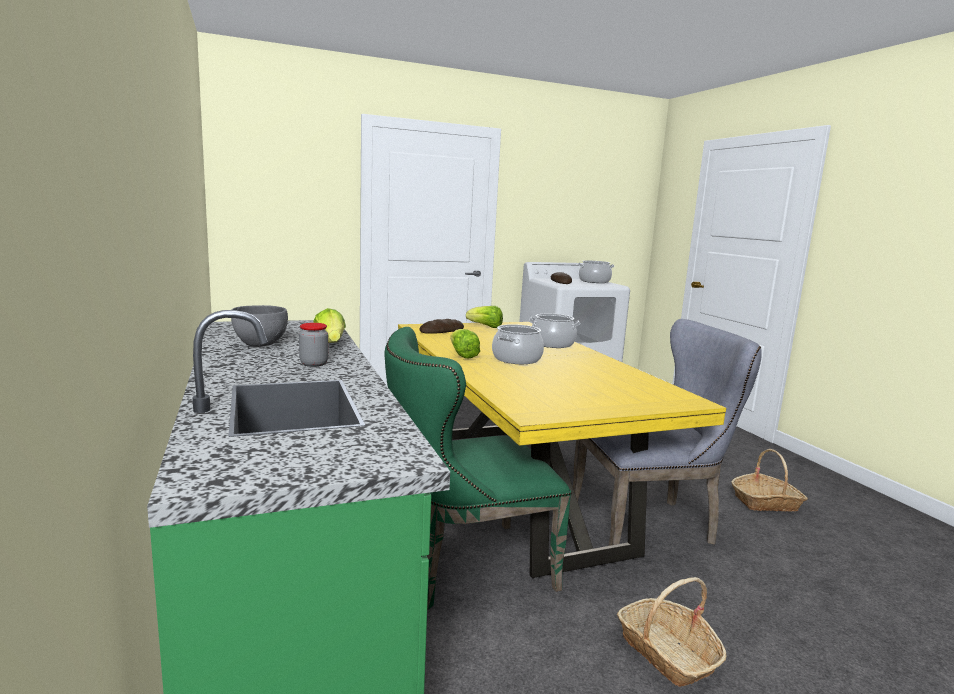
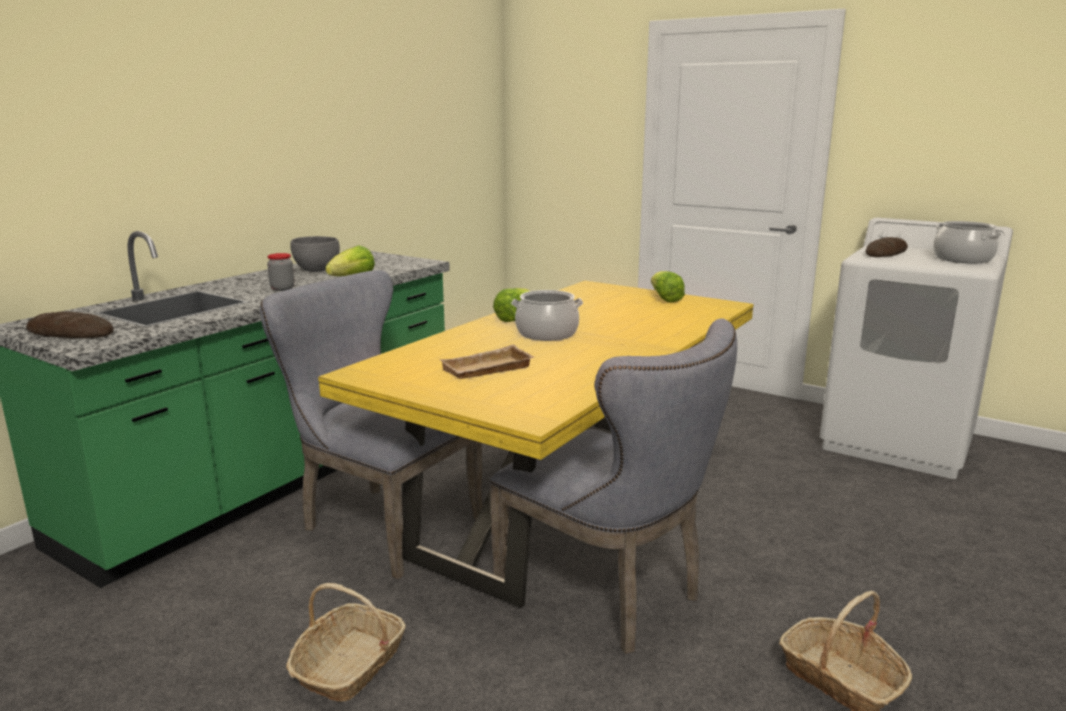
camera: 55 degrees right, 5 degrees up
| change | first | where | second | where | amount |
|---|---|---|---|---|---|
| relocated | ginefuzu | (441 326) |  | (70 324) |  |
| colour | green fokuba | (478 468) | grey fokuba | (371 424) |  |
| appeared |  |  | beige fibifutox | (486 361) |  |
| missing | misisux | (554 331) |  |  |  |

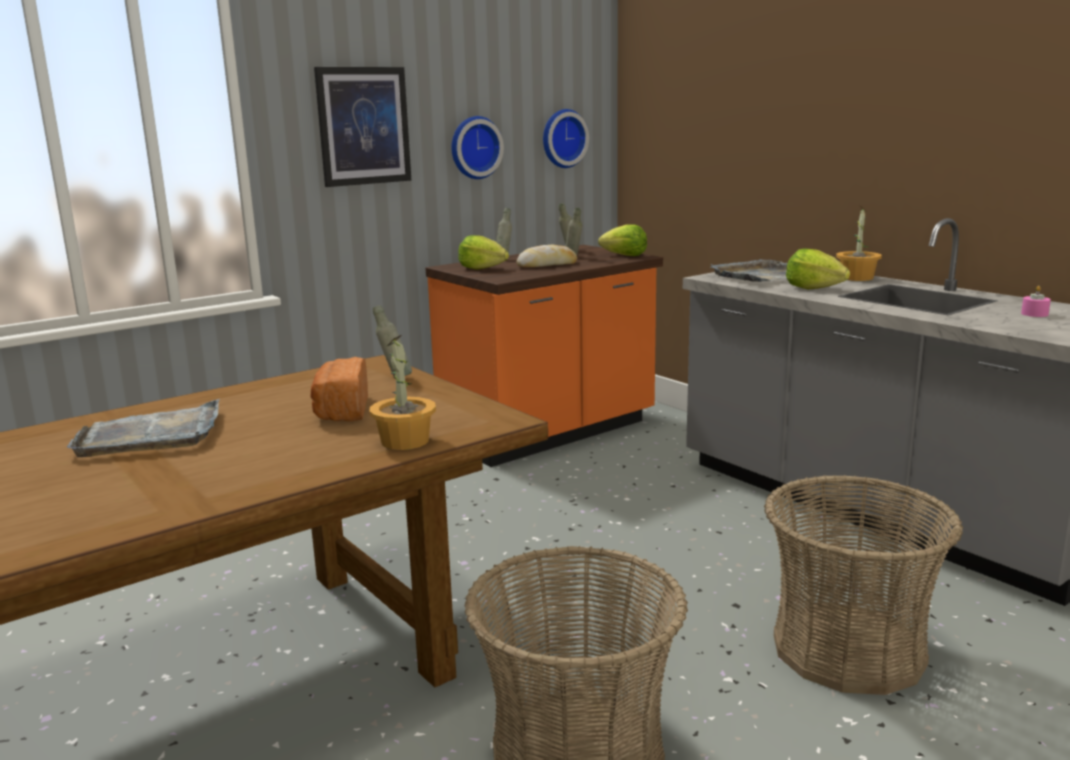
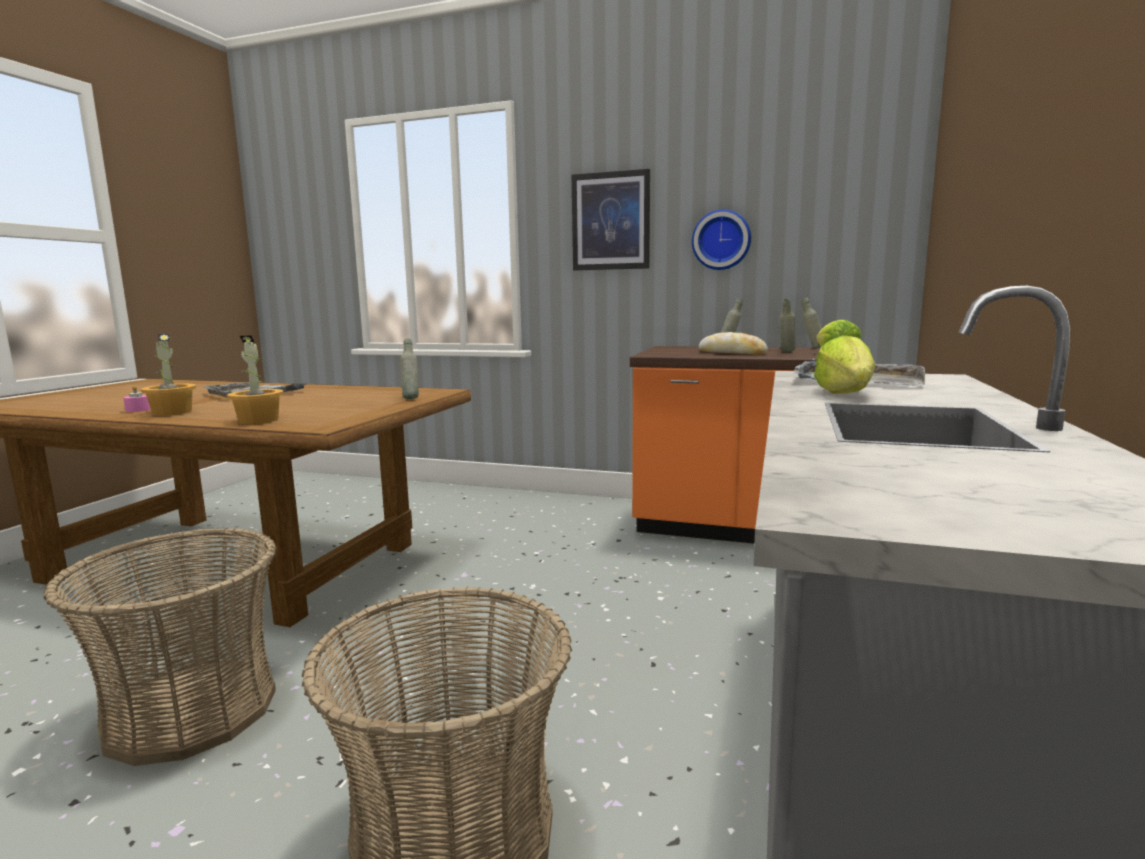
camera: 55 degrees right, 5 degrees down
| change | first | where | second | where | amount |
|---|---|---|---|---|---|
| relocated | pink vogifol | (1036 301) |  | (136 398) |  |
| relocated | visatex | (859 243) |  | (168 375) |  |
| missing | ginefuzu | (339 389) |  |  |  |
| missing | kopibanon | (483 252) |  |  |  |
| missing | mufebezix | (566 138) |  |  |  |

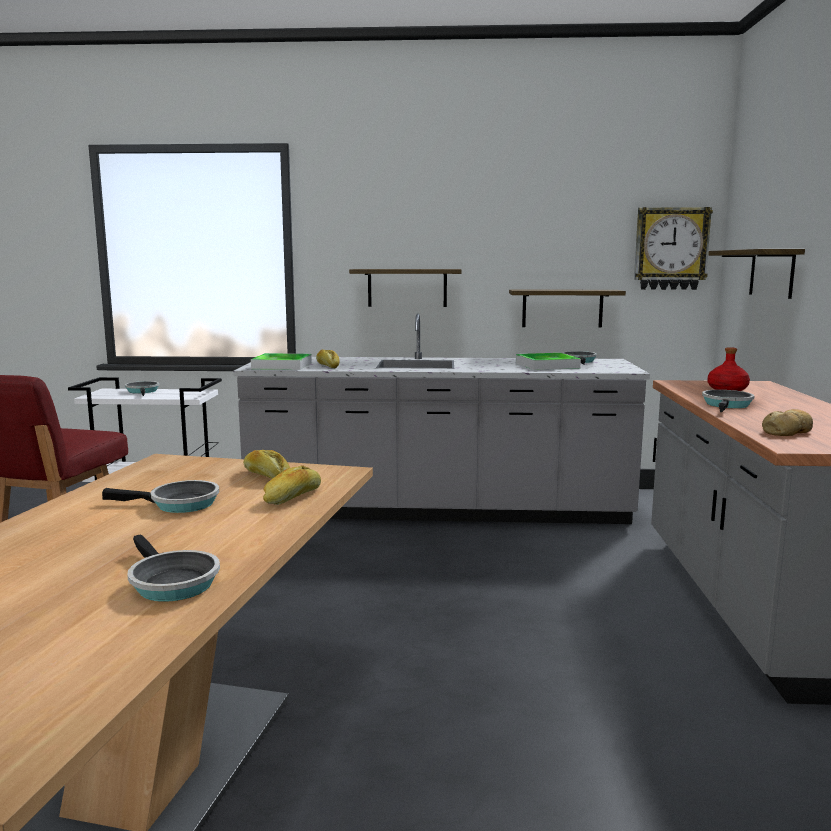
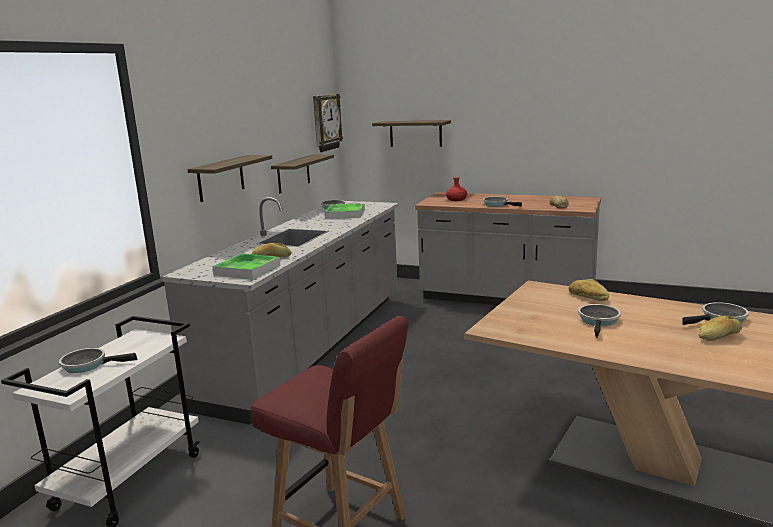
camera: 70 degrees left, 5 degrees up
| change | first | where | second | where | amount |
|---|---|---|---|---|---|
| relocated | ginefuzu | (266 464) |  | (720 328) |  |

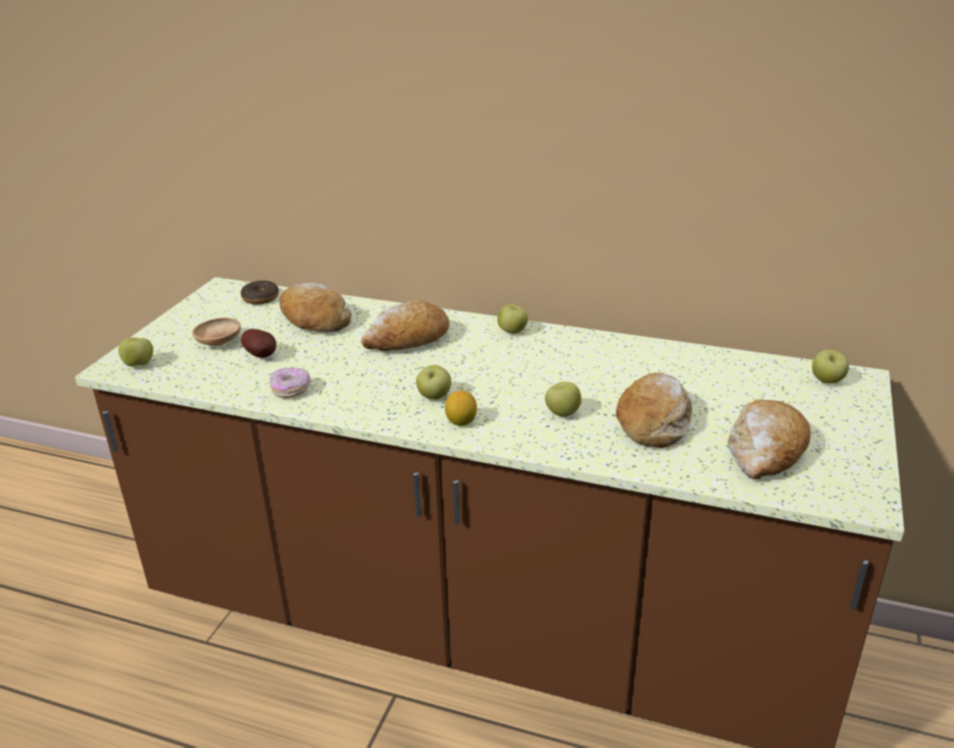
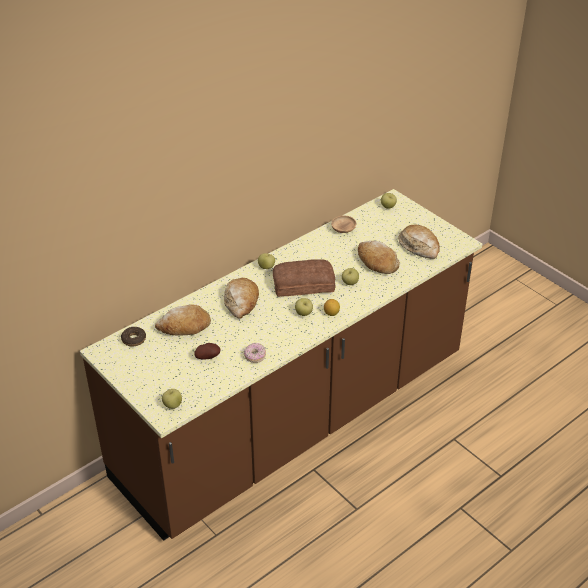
camera: 60 degrees left, 10 degrees up
| change | first | where | second | where | amount |
|---|---|---|---|---|---|
| appeared |  |  | ginefuzu | (304 278) |  |
| relocated | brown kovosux | (216 332) |  | (343 224) |  |

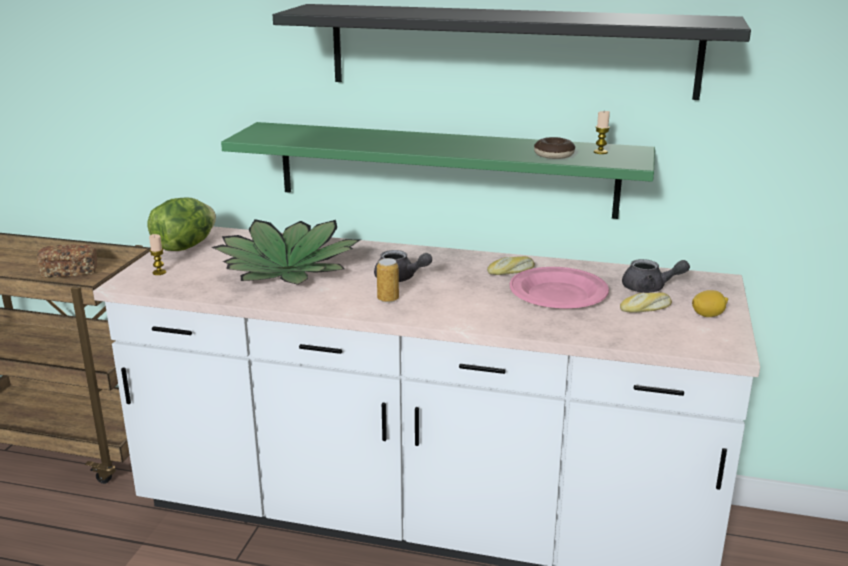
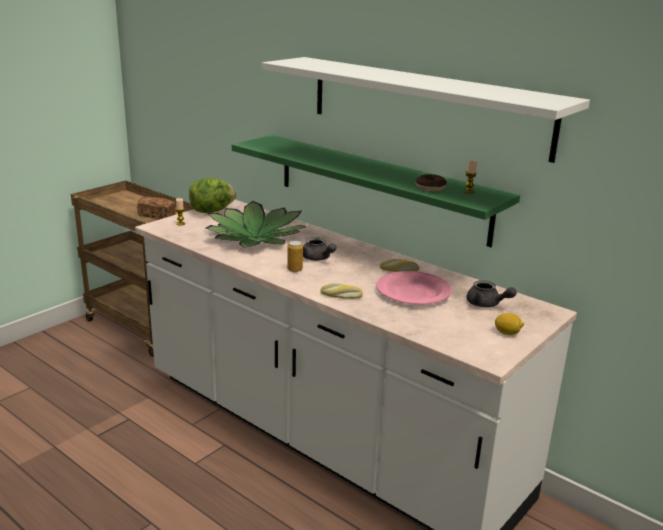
camera: 25 degrees right, 0 degrees up
| change | first | where | second | where | amount |
|---|---|---|---|---|---|
| colour | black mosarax | (512 52) | white mosarax | (426 110) |  |
| relocated | ginefuzu | (646 302) |  | (341 291) |  |

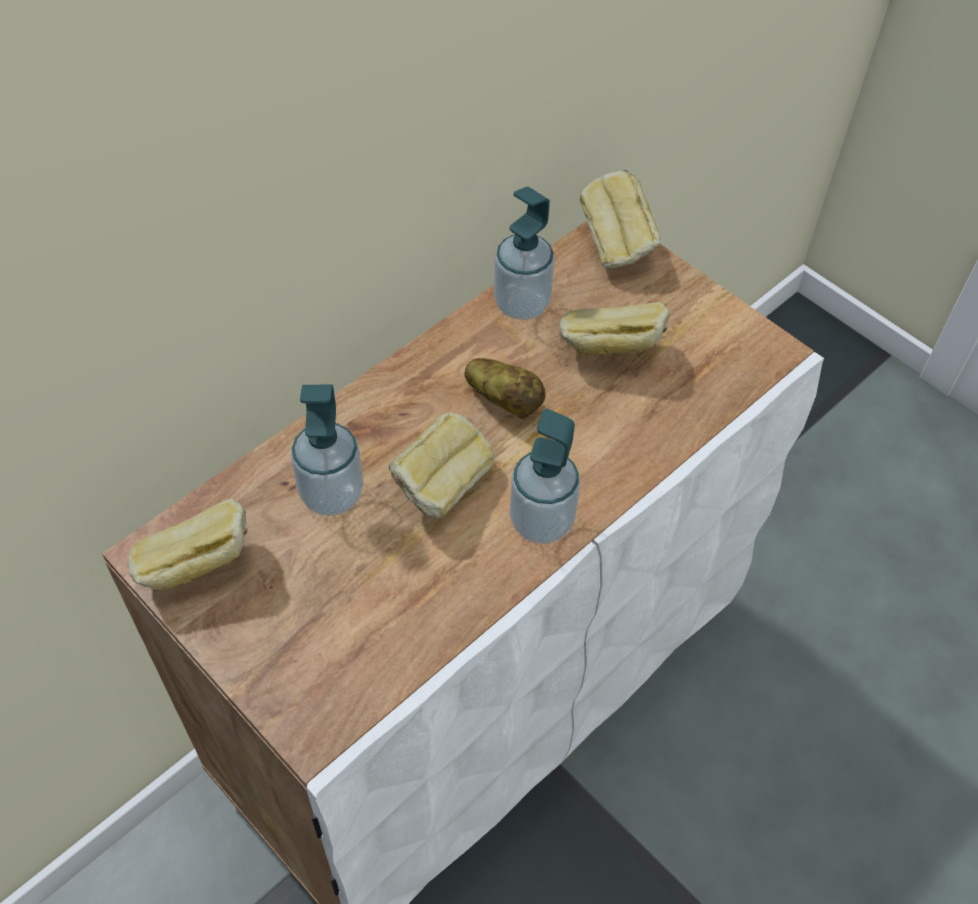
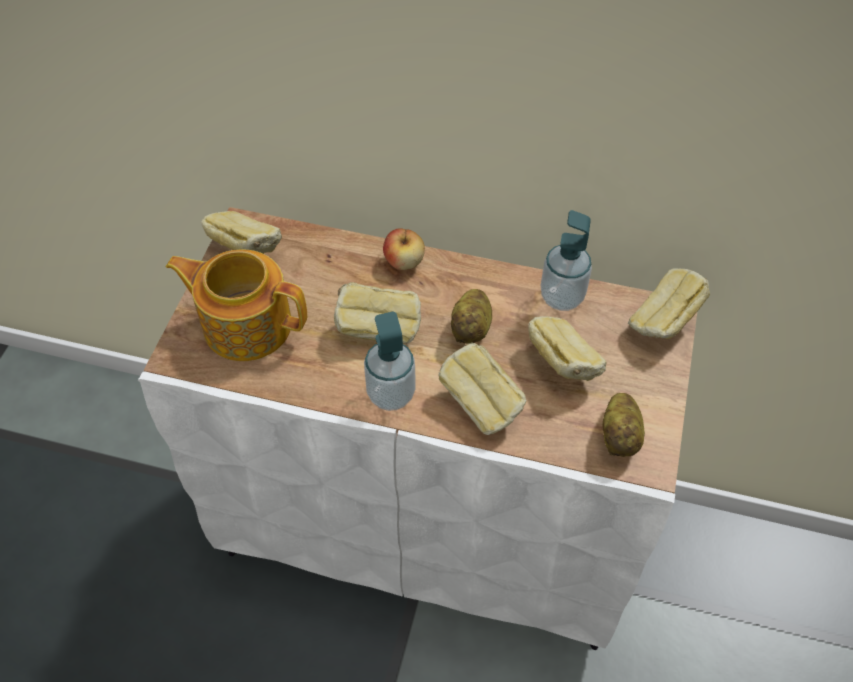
camera: 60 degrees right, 0 degrees up
| change | first | where | second | where | amount |
|---|---|---|---|---|---|
| appeared |  |  | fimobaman | (236 305) |  |
| appeared |  |  | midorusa | (404 249) |  |
| appeared |  |  | ginefuzu | (482 389) |  |
| appeared |  |  | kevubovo | (624 425) |  |
| missing | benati | (327 450) |  |  |  |

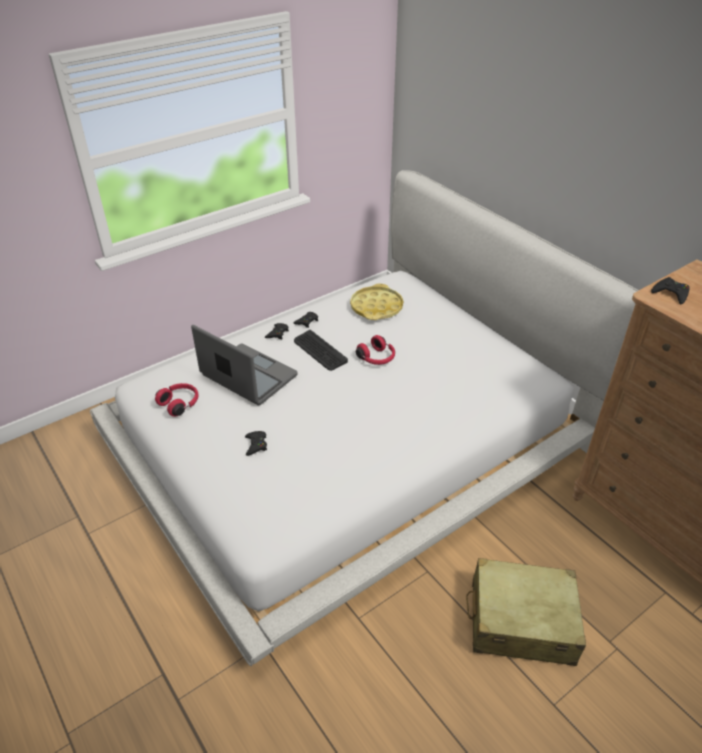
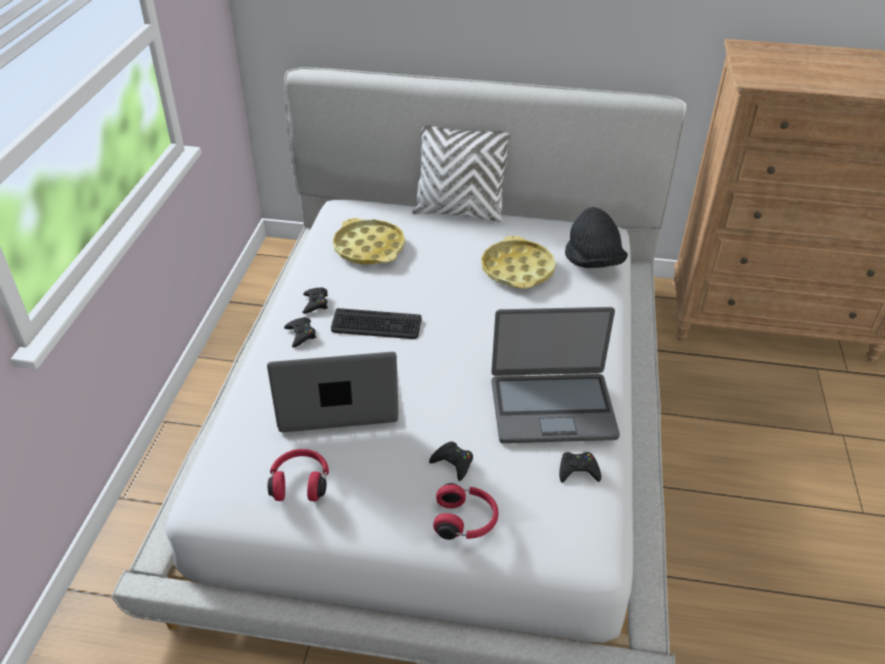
camera: 45 degrees left, 0 degrees up
| change | first | where | second | where | amount |
|---|---|---|---|---|---|
| appeared |  |  | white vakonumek | (461 174) |  |
| relocated | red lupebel | (375 350) |  | (465 511) |  |
| appeared |  |  | yellow fibifutox | (518 262) |  |
| appeared |  |  | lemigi | (555 375) |  |
| relocated | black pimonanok | (670 291) |  | (580 467) |  |
| appeared |  |  | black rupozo | (596 237) |  |
| missing | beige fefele | (526 612) |  |  |  |

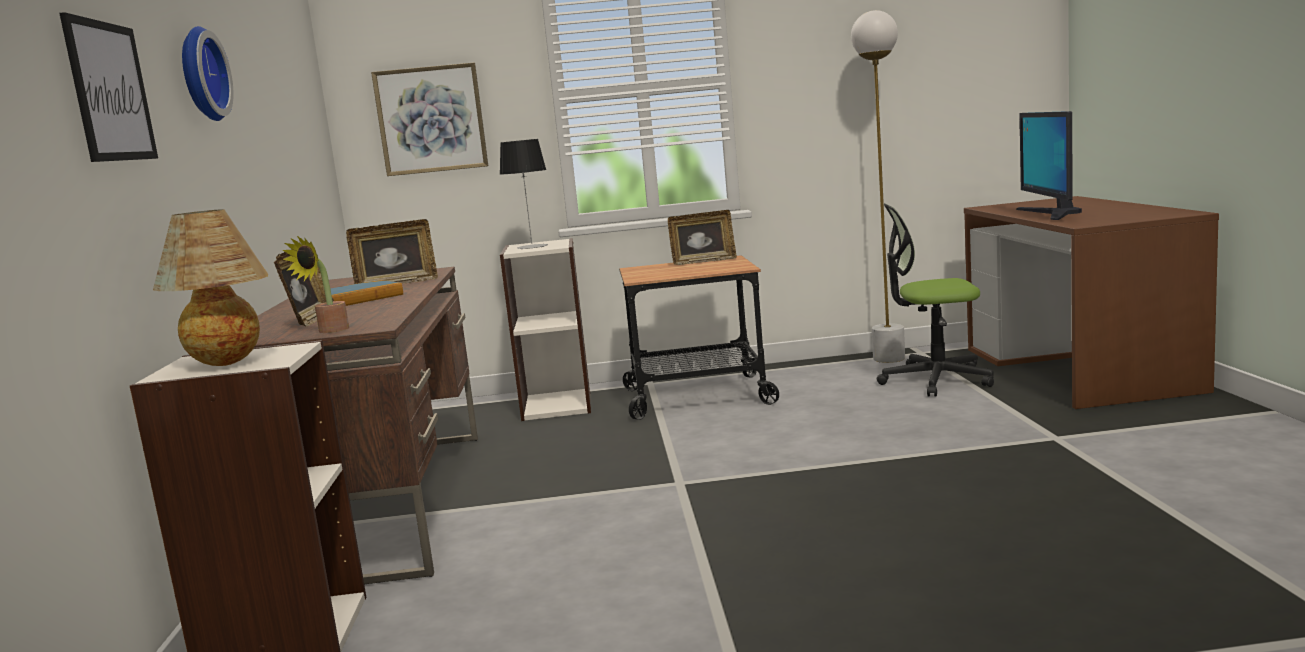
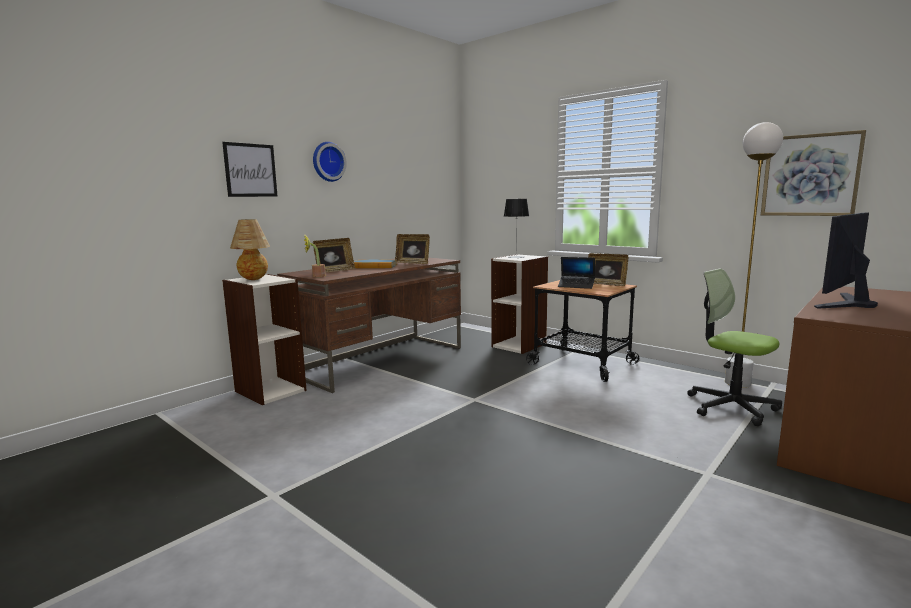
camera: 45 degrees right, 0 degrees up
| change | first | where | second | where | amount |
|---|---|---|---|---|---|
| appeared |  |  | lemigi | (576 273) |  |
| relocated | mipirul | (429 119) |  | (813 173) |  |

